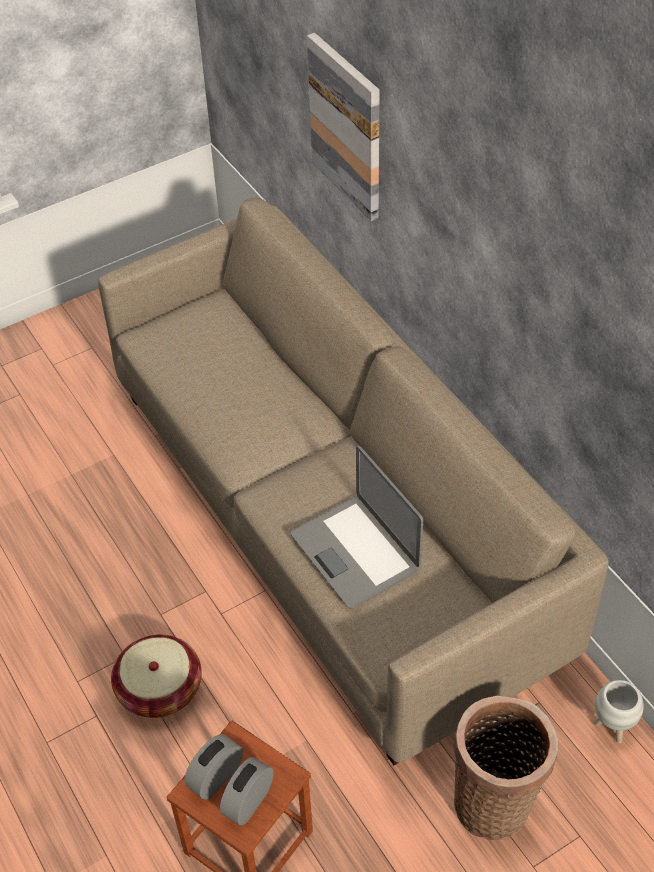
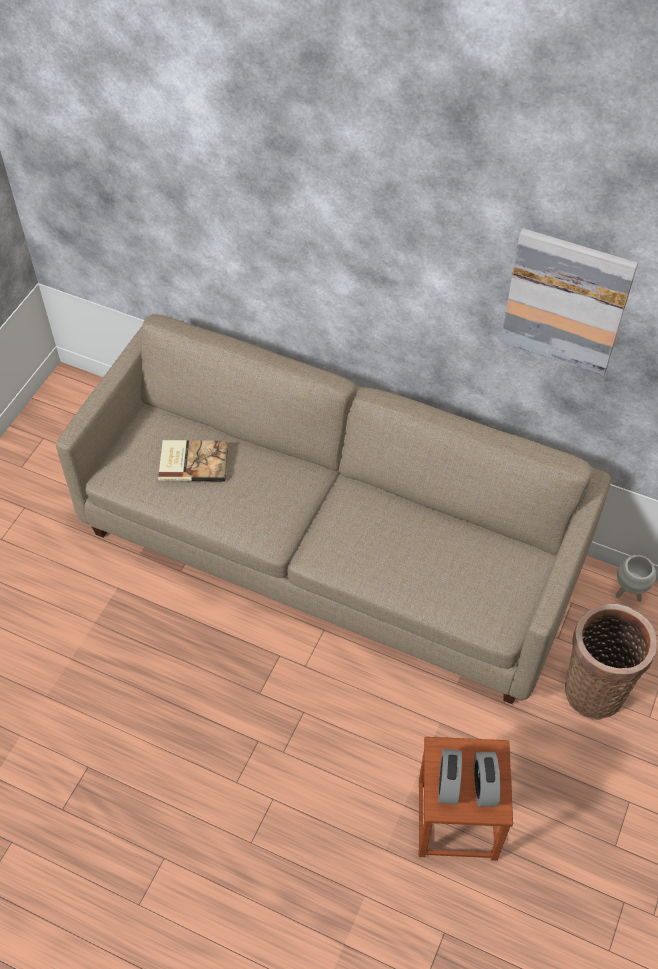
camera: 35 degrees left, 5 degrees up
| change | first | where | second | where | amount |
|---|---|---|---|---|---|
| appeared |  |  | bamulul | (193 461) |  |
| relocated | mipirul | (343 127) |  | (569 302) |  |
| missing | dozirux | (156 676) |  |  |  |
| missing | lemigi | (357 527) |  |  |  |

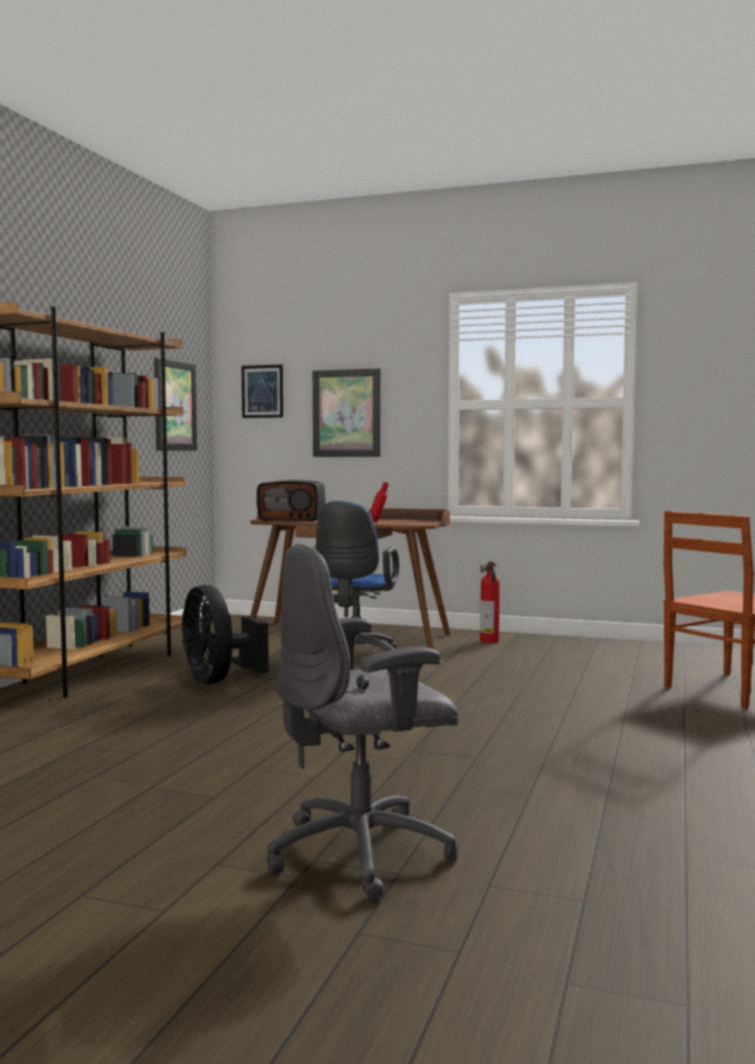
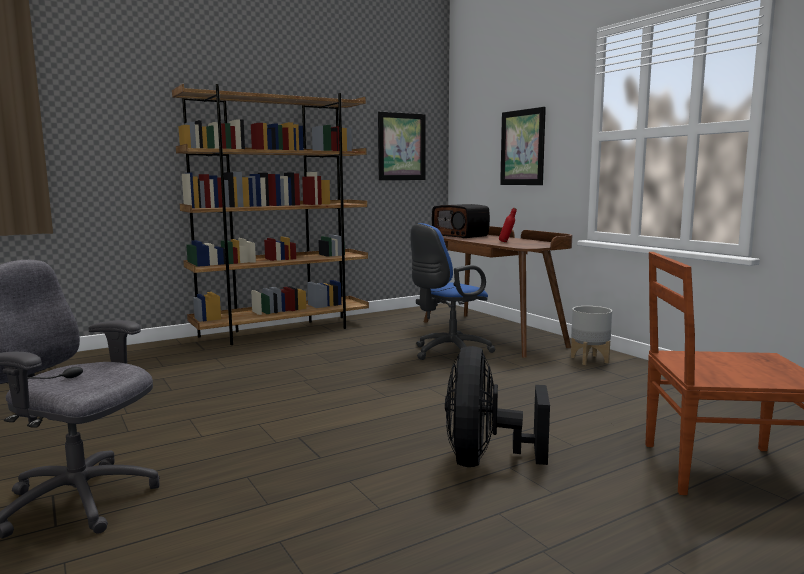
camera: 40 degrees right, 5 degrees up
| change | first | where | second | where | amount |
|---|---|---|---|---|---|
| relocated | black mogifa | (225 634) |  | (497 406) |  |
| exchanged | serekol | (490 602) | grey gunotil | (591 335) |  |
| missing | mipirul | (262 391) |  |  |  |

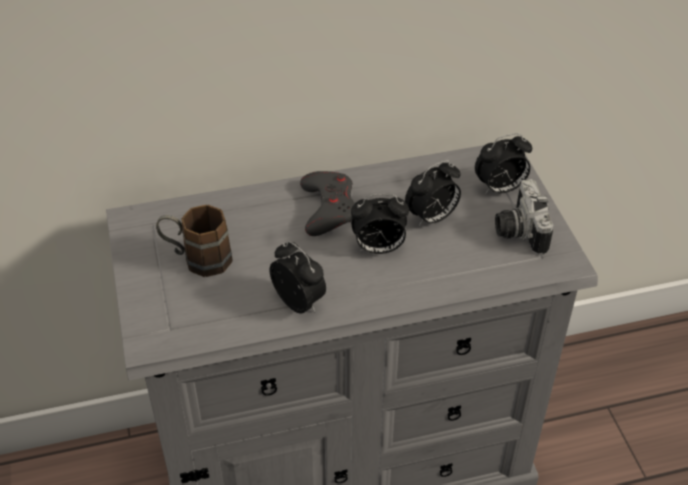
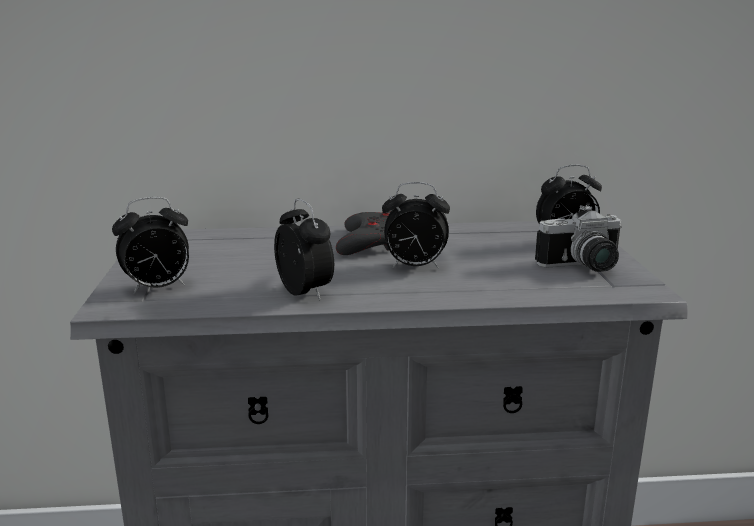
camera: 10 degrees right, 25 degrees down
| change | first | where | second | where | amount |
|---|---|---|---|---|---|
| relocated | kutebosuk | (433 193) |  | (150 245) |  |
| spun | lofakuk | (524 217) |  | (578 238) | 105 degrees counterclockwise |
| missing | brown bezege | (194 241) |  |  |  |

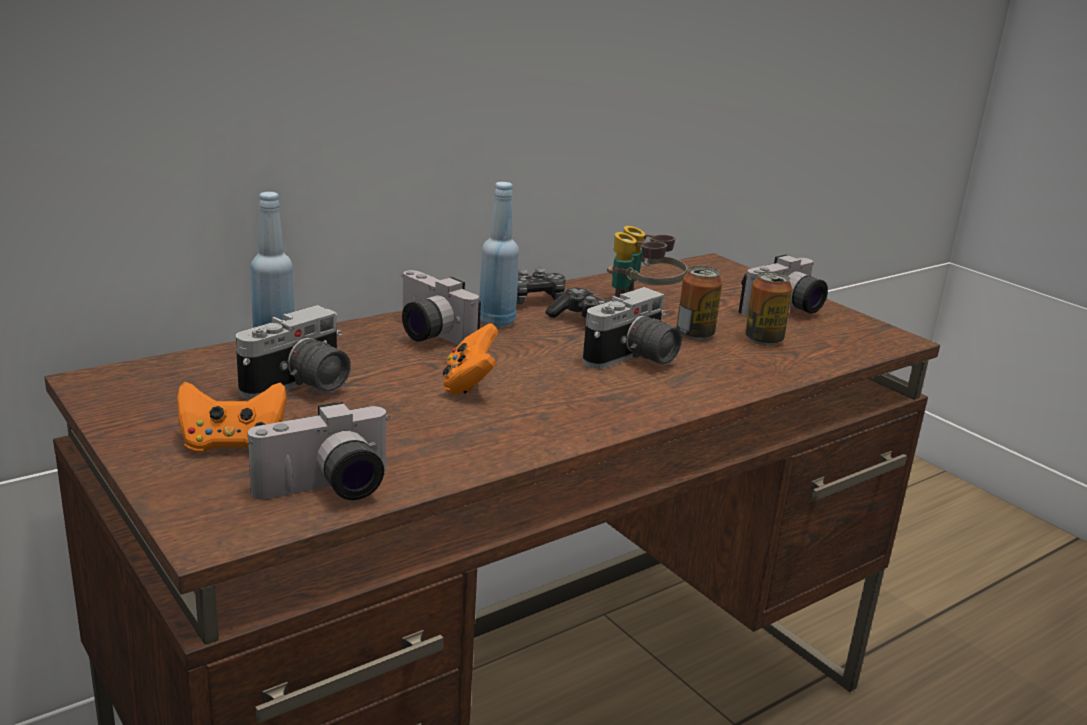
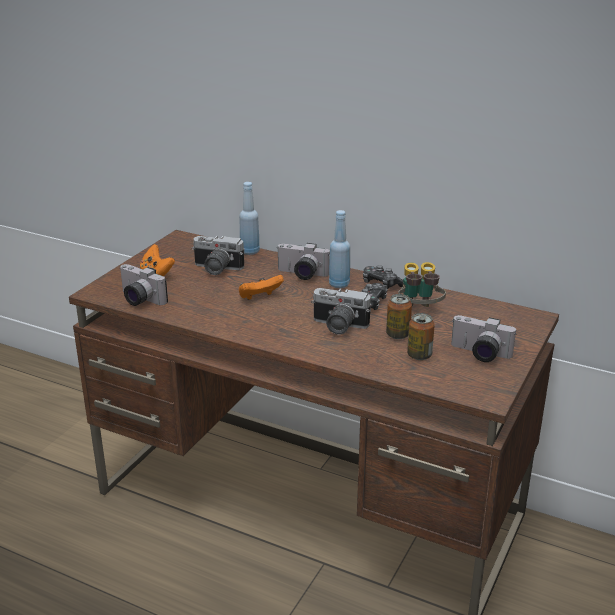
camera: 65 degrees right, 5 degrees up
| change | first | where | second | where | amount |
|---|---|---|---|---|---|
| spun | lofakuk | (441 307) |  | (303 261) | 90 degrees counterclockwise |

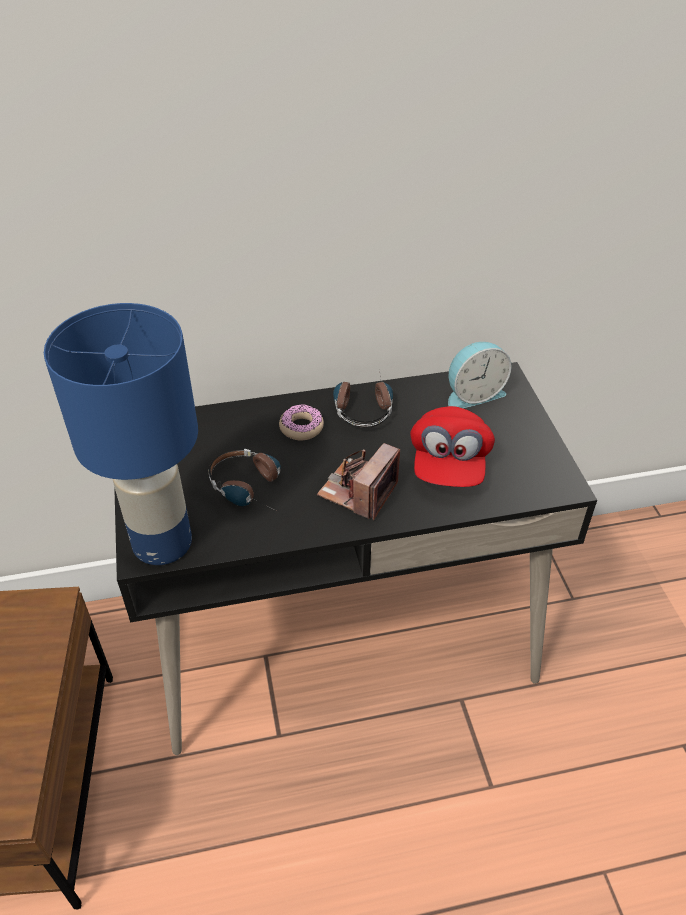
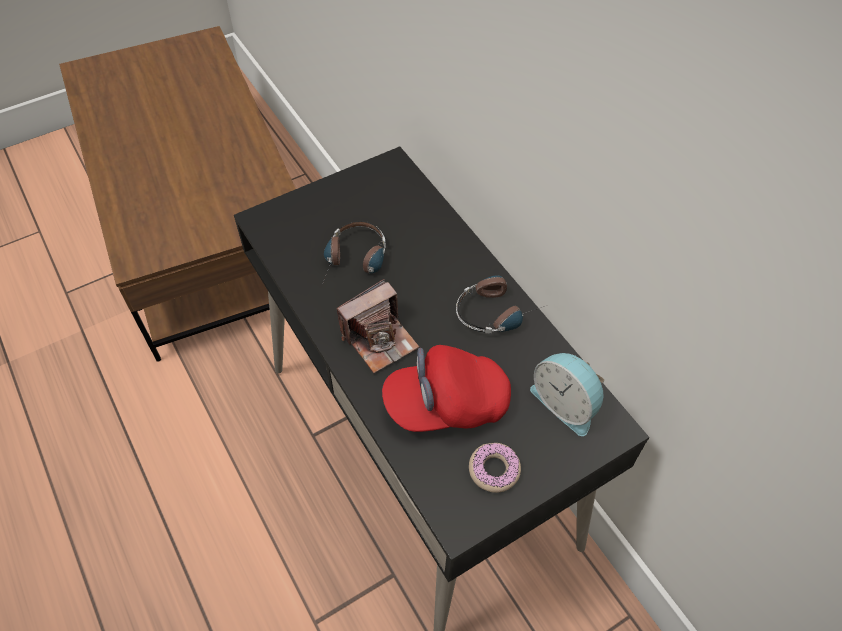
camera: 70 degrees right, 10 degrees up
| change | first | where | second | where | amount |
|---|---|---|---|---|---|
| spun | lofakuk | (358 481) |  | (378 326) | 135 degrees clockwise |
| relocated | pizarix | (301 422) |  | (495 468) |  |
| missing | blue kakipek | (121 434) |  |  |  |

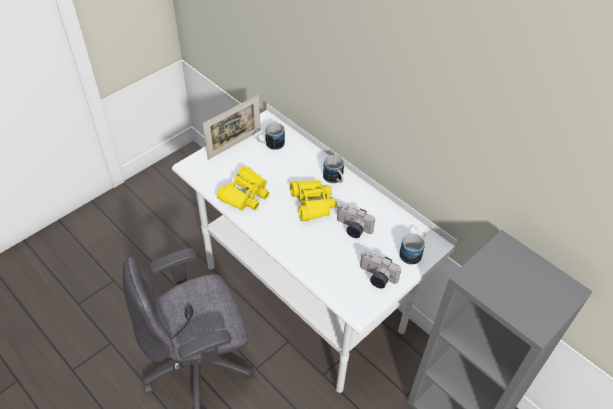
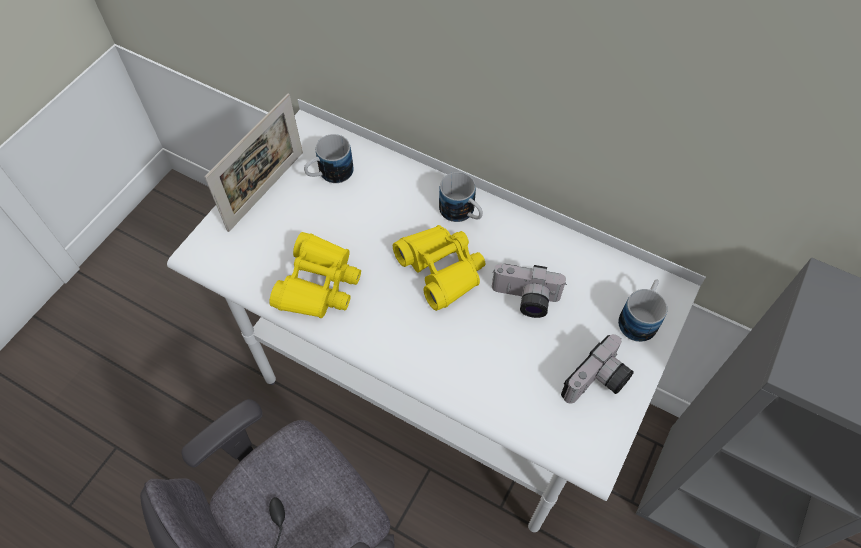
camera: 15 degrees left, 10 degrees up
| change | first | where | second | where | amount |
|---|---|---|---|---|---|
| spun | lofakuk | (380 270) |  | (597 369) | 60 degrees counterclockwise |

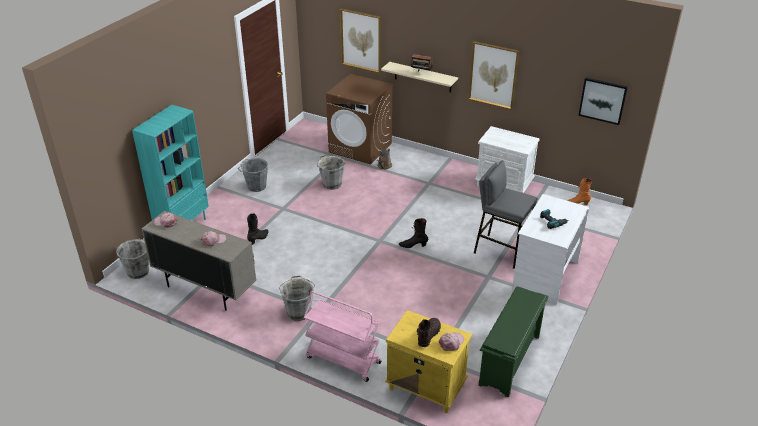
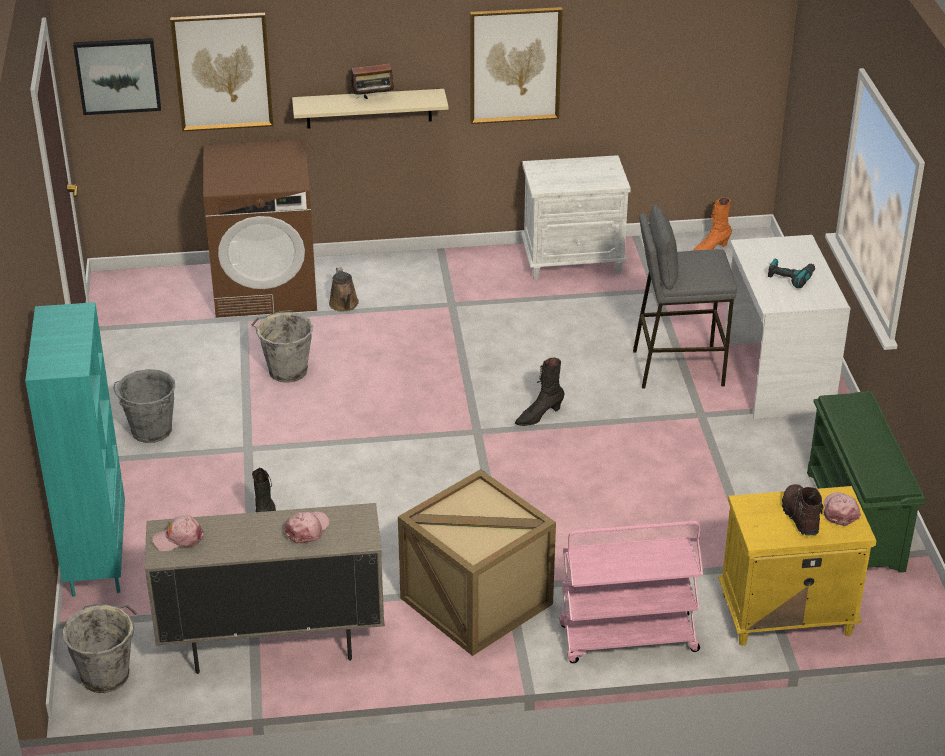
camera: 35 degrees left, 0 degrees up
| change | first | where | second | where | amount |
|---|---|---|---|---|---|
| relocated | mipirul | (603 101) |  | (117 76) |  |
| exchanged | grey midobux | (297 298) | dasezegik | (477 562) |  |

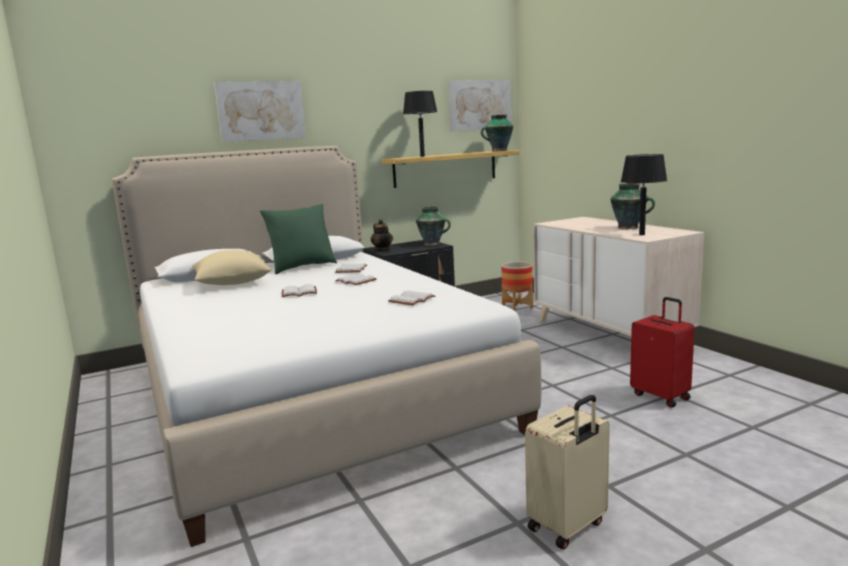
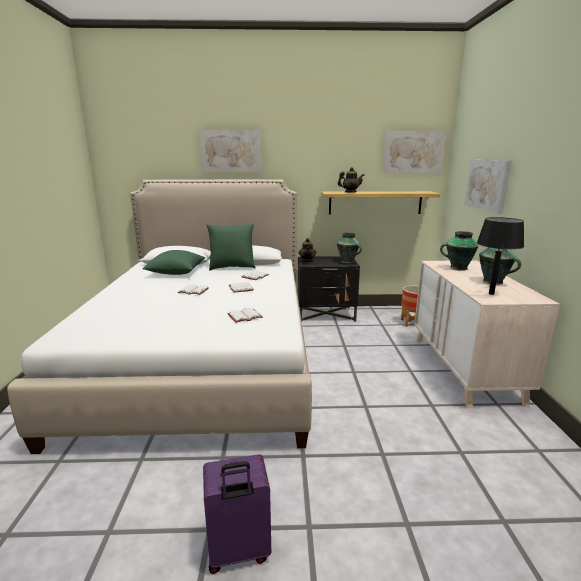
camera: 25 degrees right, 5 degrees up
| change | first | where | second | where | amount |
|---|---|---|---|---|---|
| colour | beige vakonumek | (232 267) | green vakonumek | (174 262) |  |
| colour | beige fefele | (567 472) | purple fefele | (237 514) |  |
| exchanged | black kakipek | (420 124) | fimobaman | (351 179) |  |
| relocated | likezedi | (497 133) |  | (459 251) |  |
| appeared |  |  | mipirul | (488 187) |  |
| missing | red fefele | (662 352) |  |  |  |

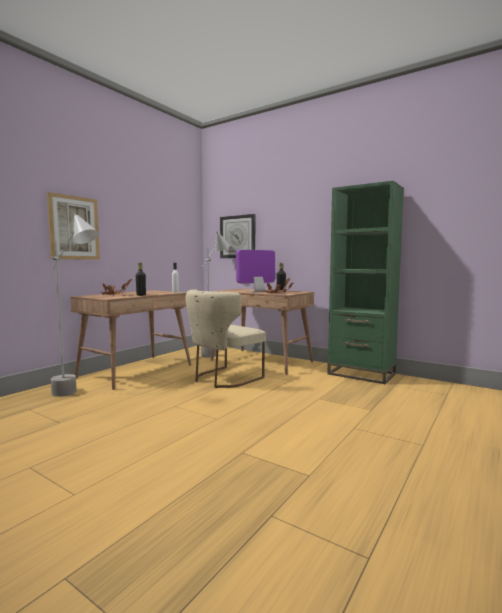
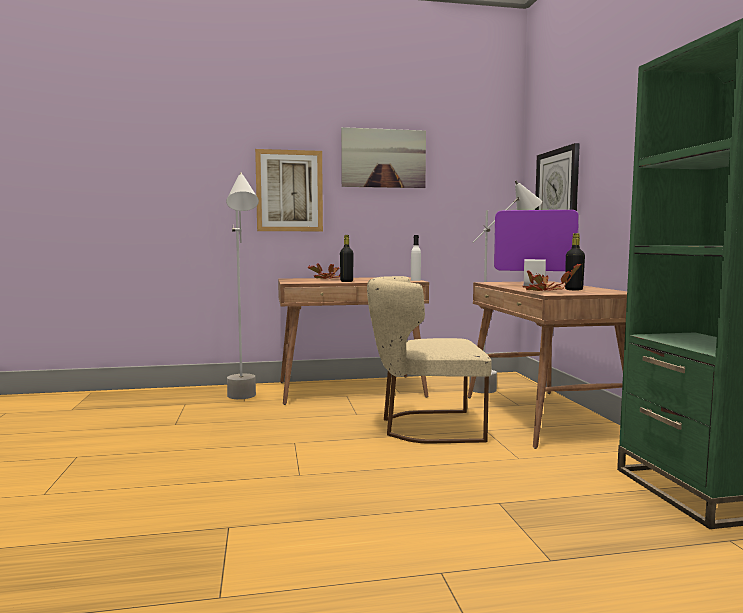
camera: 45 degrees right, 0 degrees up
| change | first | where | second | where | amount |
|---|---|---|---|---|---|
| appeared |  |  | mipirul | (383 157) |  |

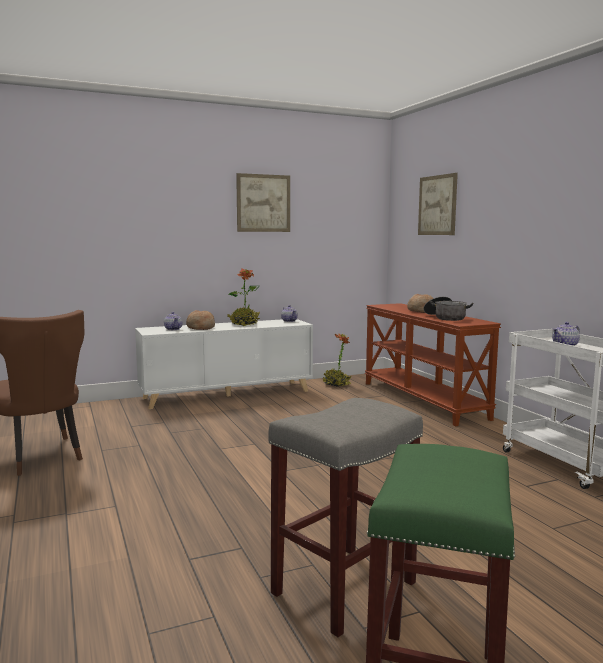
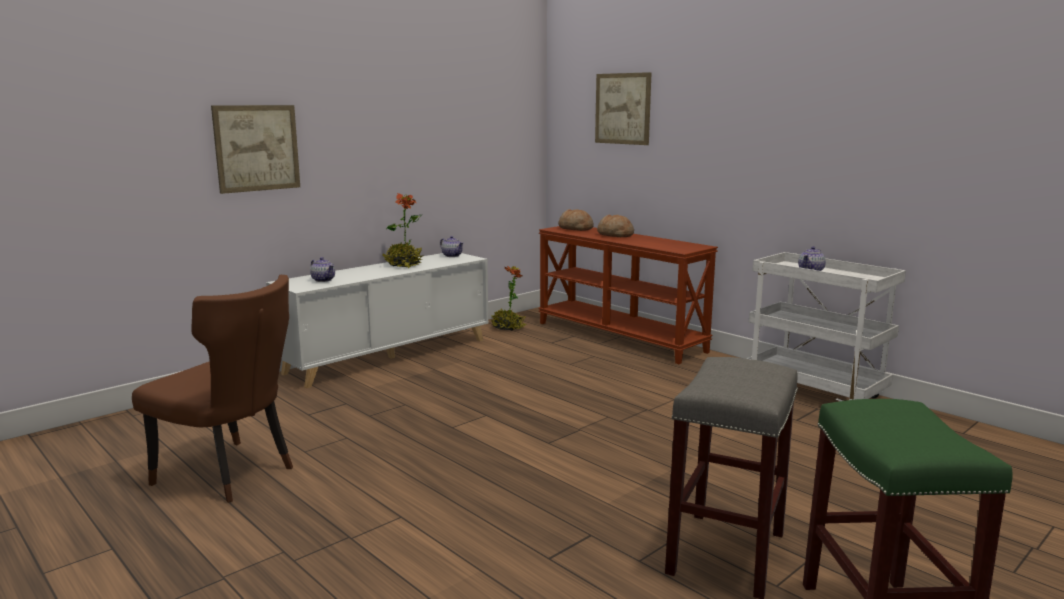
camera: 20 degrees left, 5 degrees up
| change | first | where | second | where | amount |
|---|---|---|---|---|---|
| relocated | mipirul | (263 202) |  | (255 149) |  |
| relocated | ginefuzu | (200 320) |  | (576 220) |  |
| missing | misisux | (448 309) |  |  |  |

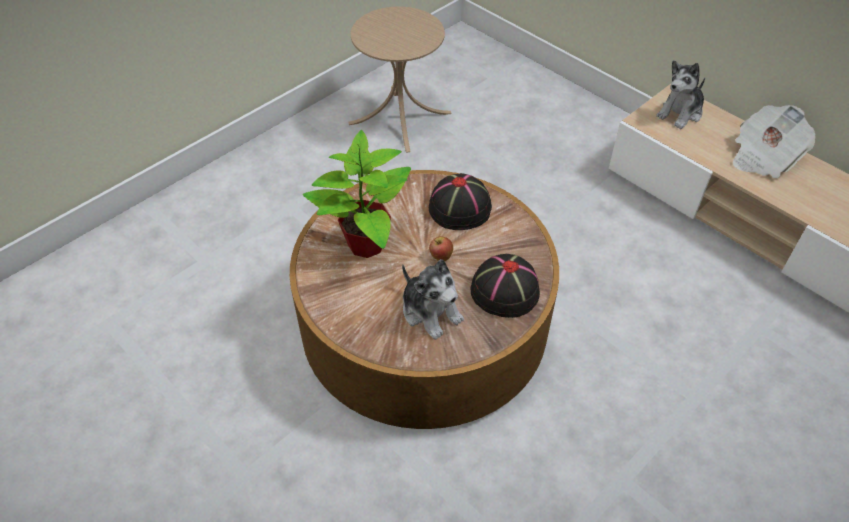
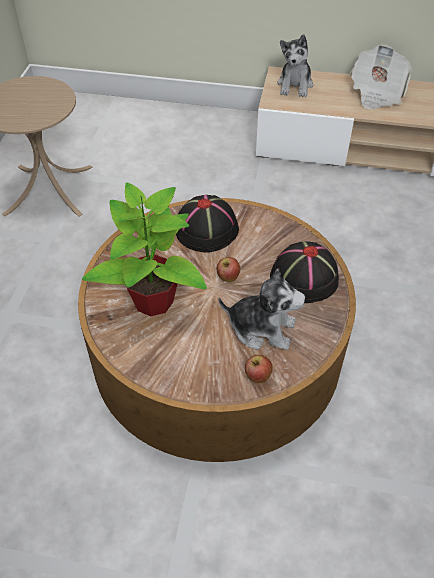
camera: 35 degrees left, 0 degrees up
| change | first | where | second | where | amount |
|---|---|---|---|---|---|
| appeared |  |  | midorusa | (259 369) |  |

